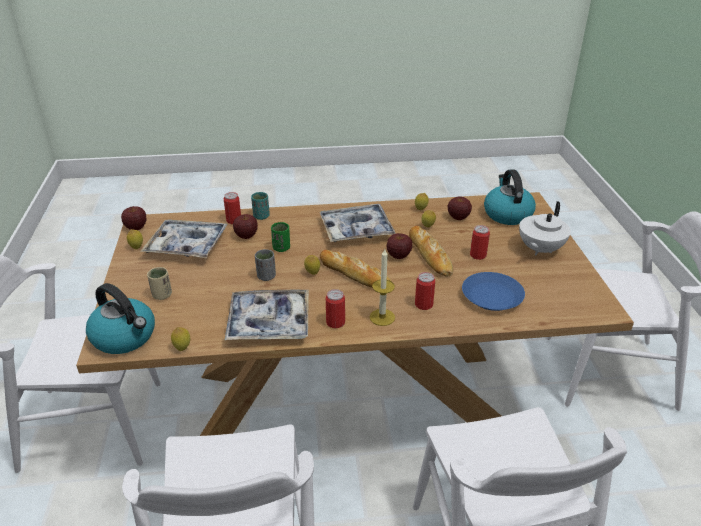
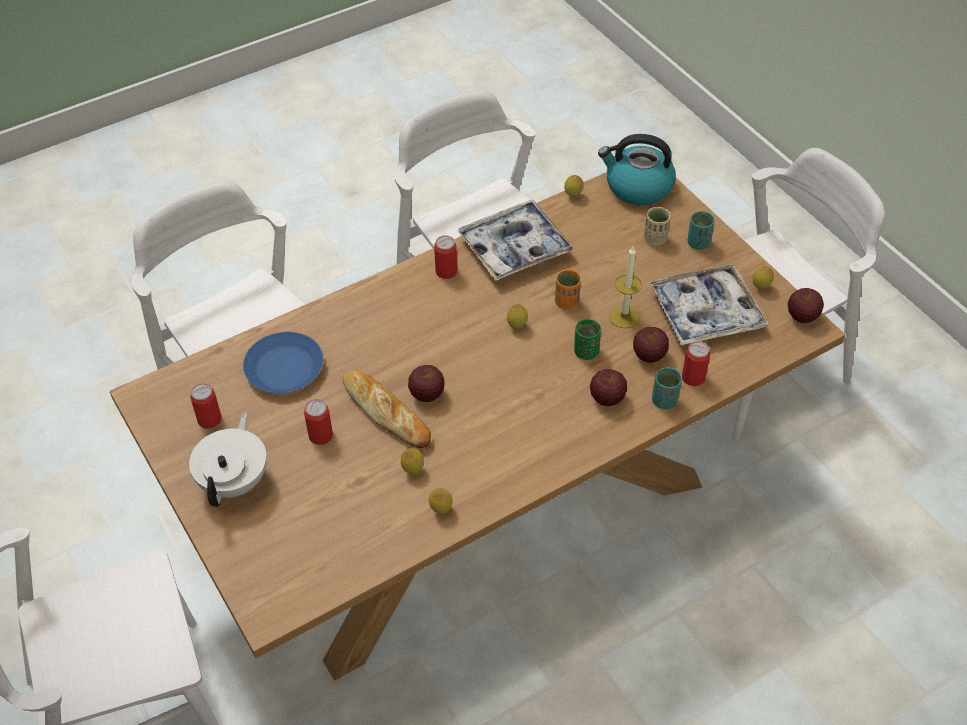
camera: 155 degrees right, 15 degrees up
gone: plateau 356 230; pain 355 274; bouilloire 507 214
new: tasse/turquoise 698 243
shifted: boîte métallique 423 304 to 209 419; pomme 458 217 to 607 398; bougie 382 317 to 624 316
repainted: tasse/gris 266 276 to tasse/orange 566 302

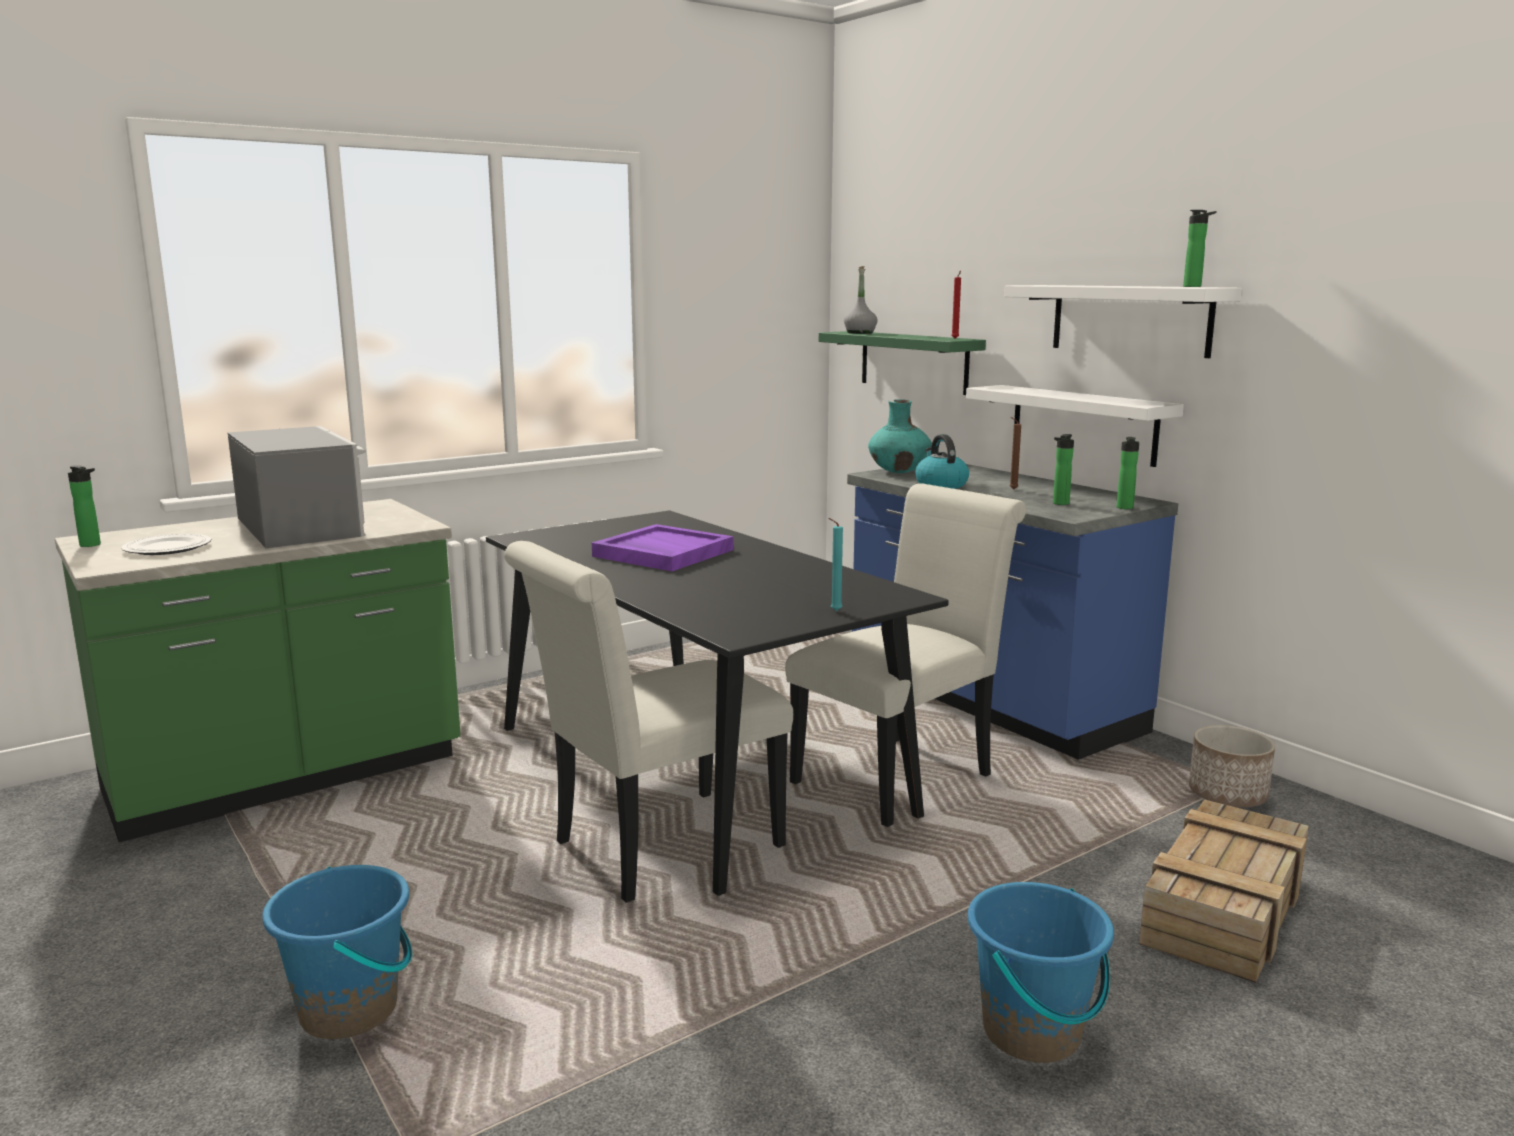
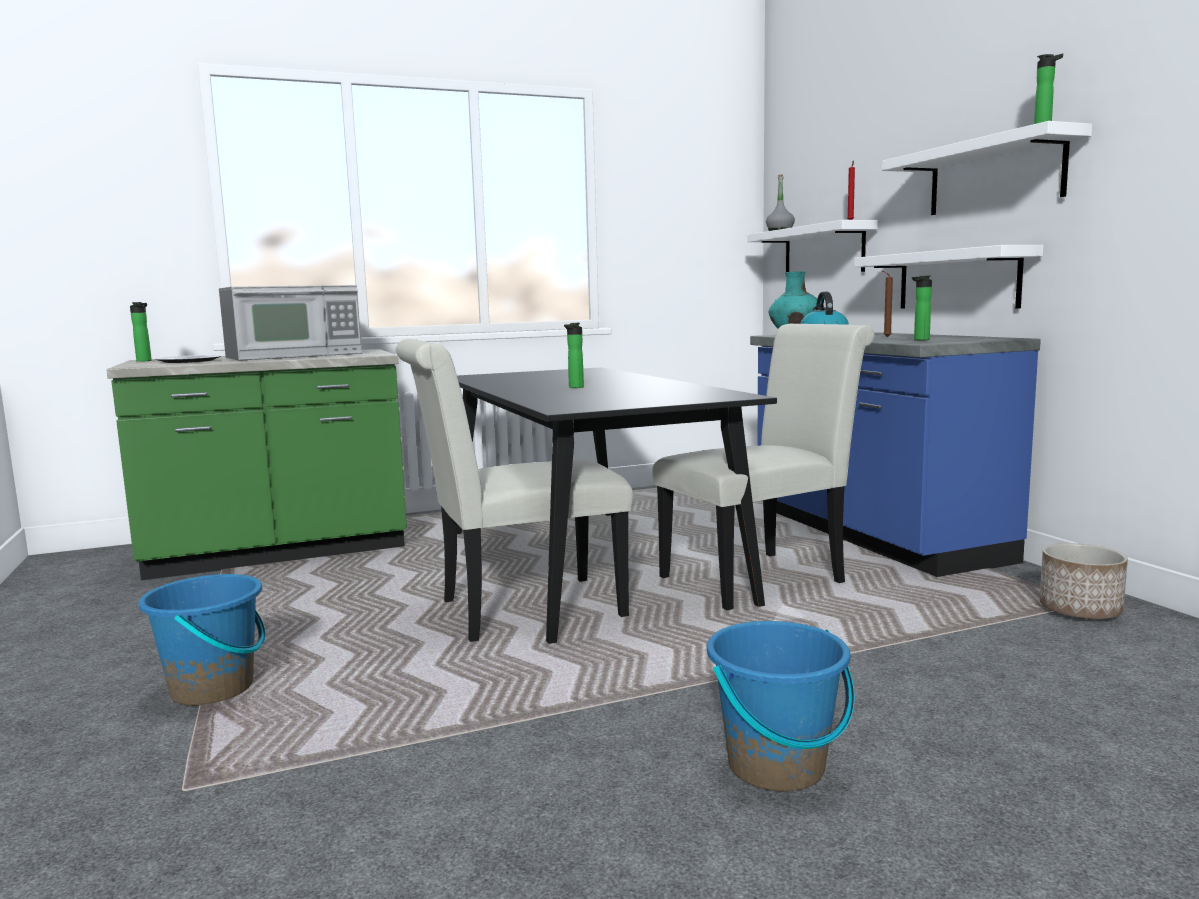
camera: 15 degrees right, 5 degrees down
gone: plateau/violet 662 553; bougie/turquoise 834 611; caisse 1224 911
shifted: bouteille 1125 508 to 575 387
repainted: étagère/vert 913 362 to étagère/blanc 823 251
rotated: micro-ondes 302 526 = 295 355 75 degrees clockwise

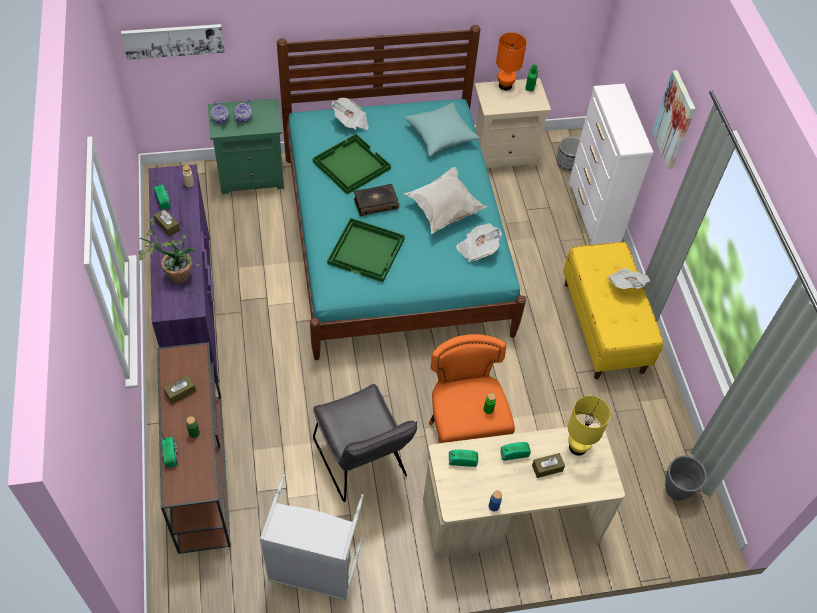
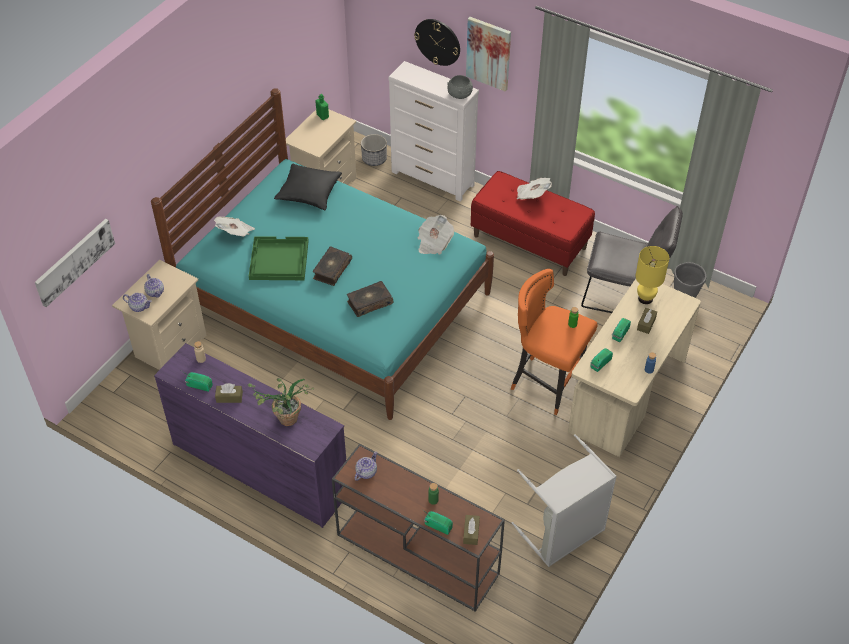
camera: 45 degrees left, 5 degrees down
gone: coussin/blanc 443 211; lampe de table/orange 505 85
new: théière 366 472; horloge murale 438 42; bol/gris 459 95
shifted: boîte à mouchoirs/marron 180 392 to 471 532; chaise/gris 362 463 to 624 294
swapped: plateau/vert 367 251 to livre 369 302
repainted: table de chevet/vert 252 175 to table de chevet/beige 169 347; coussin/turquoise 440 135 to coussin/noir 309 193; banc/jaune 603 327 to banc/rouge 530 242

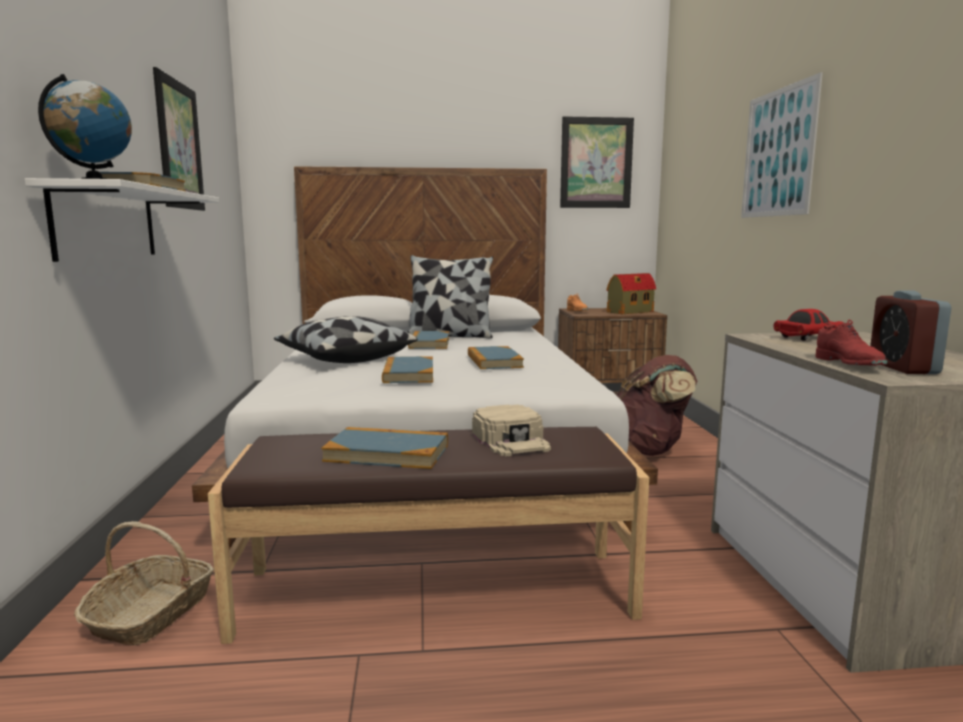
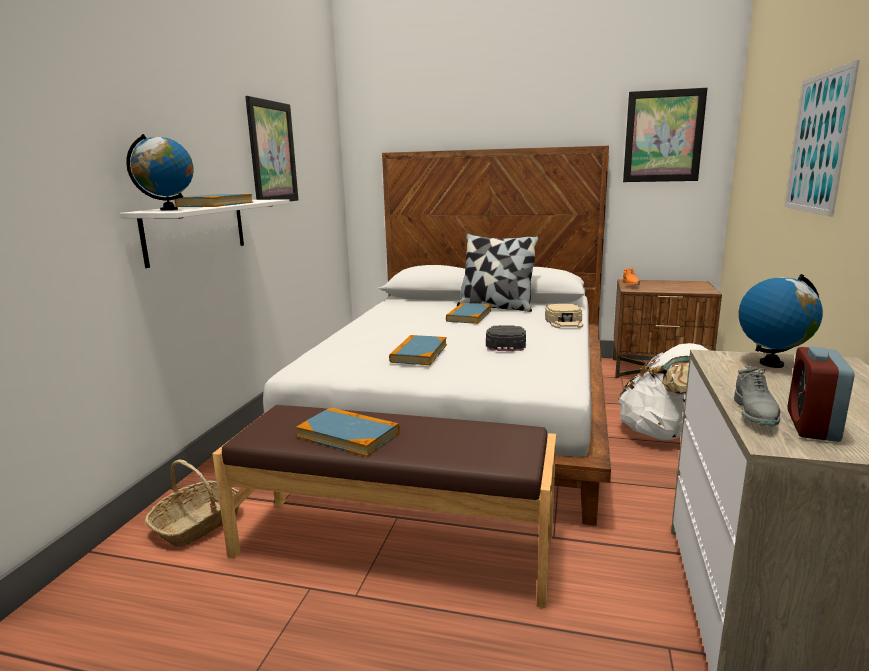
camera: 20 degrees right, 5 degrees up
gone: coussin 344 359; maison miniature 629 312
shifted: casquette/beige 511 440 to 564 321
swapped: livre 494 361 to casquette/noir 505 343; petite voiture/rouge 807 338 to globe 771 363
repainted: sac à dos/marron 647 450 to sac à dos/blanc 663 433; chaussure/rouge 849 365 to chaussure/gris 755 414

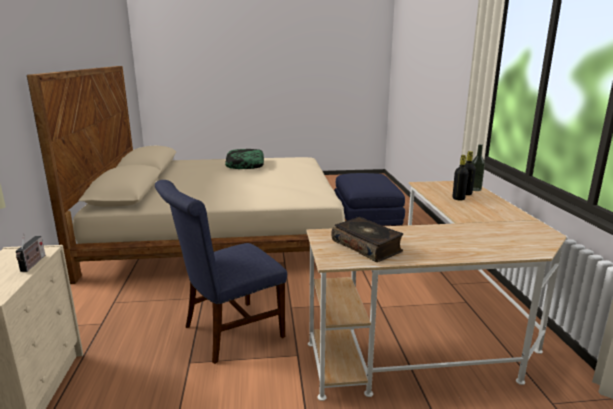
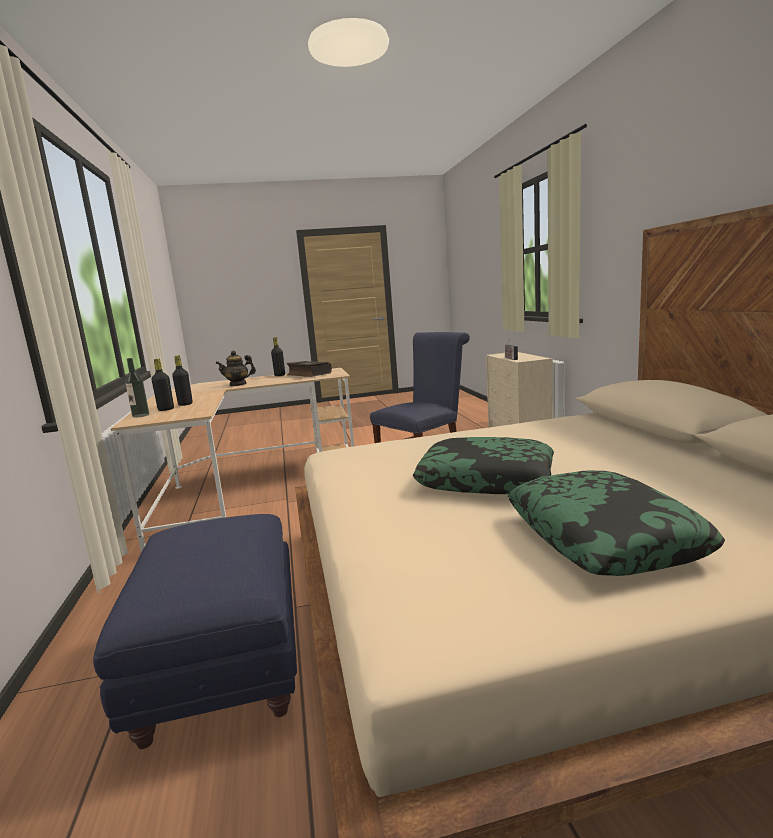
camera: 175 degrees right, 5 degrees down
new: théière 238 384; bouteille/noir 280 375; coussin 485 480

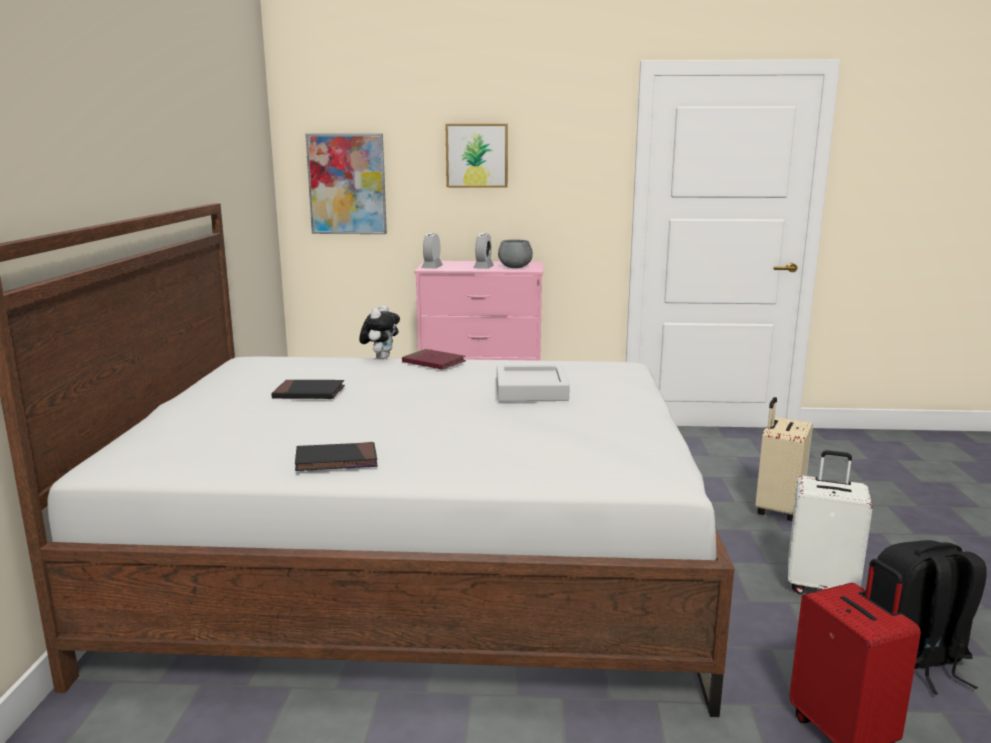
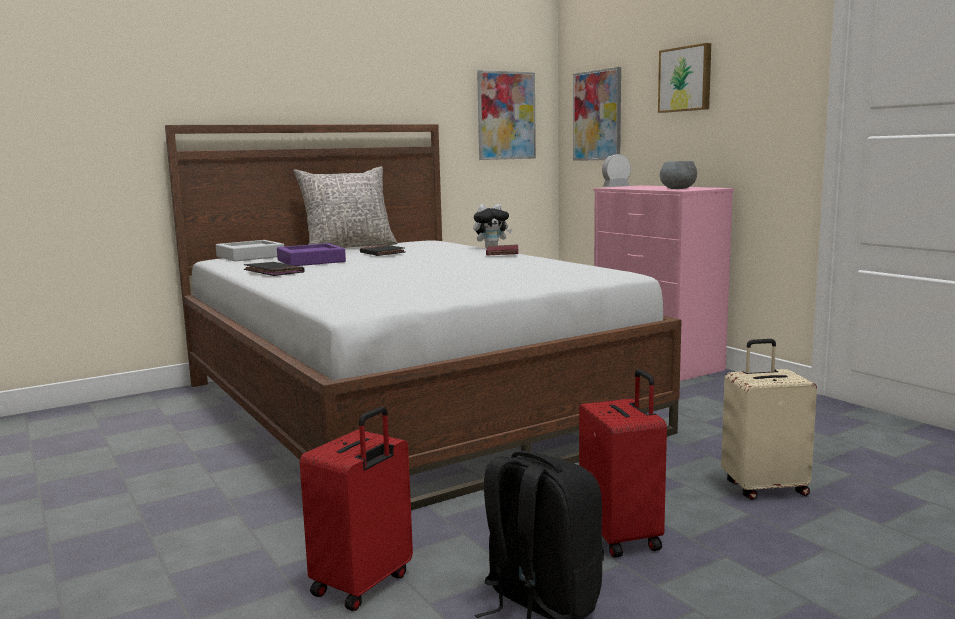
camera: 55 degrees right, 5 degrees down
gone: réveil 483 267
new: plateau/violet 311 261; coussin/gris 348 248; tableau 506 115
shifted: plateau/gris 531 390 to 250 256
repainted: valise/blanc 822 586 to valise/rouge 622 536

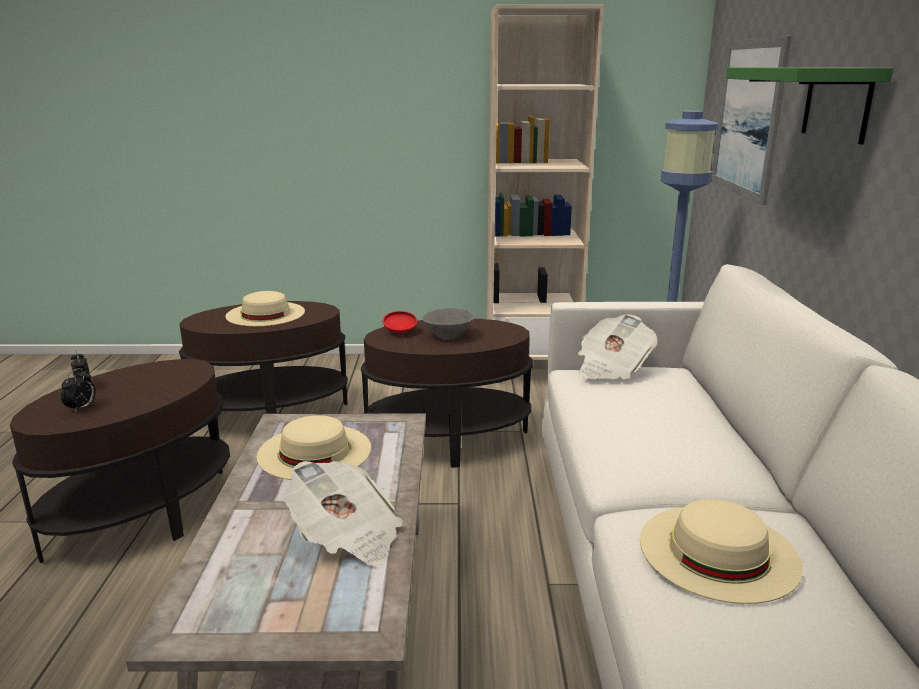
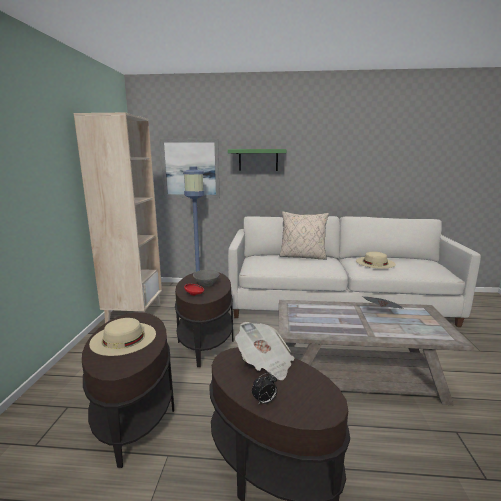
camera: 85 degrees left, 5 degrees down
gone: réveil 82 408; chapeau/beige 314 451
new: coussin/beige 302 256
shifted: journal 611 368 to 265 363

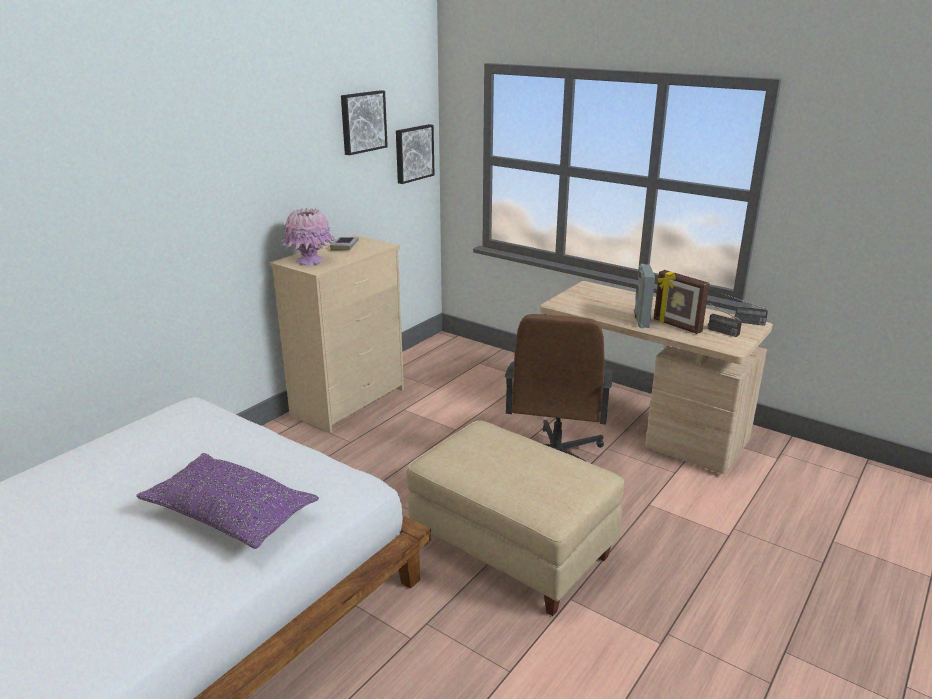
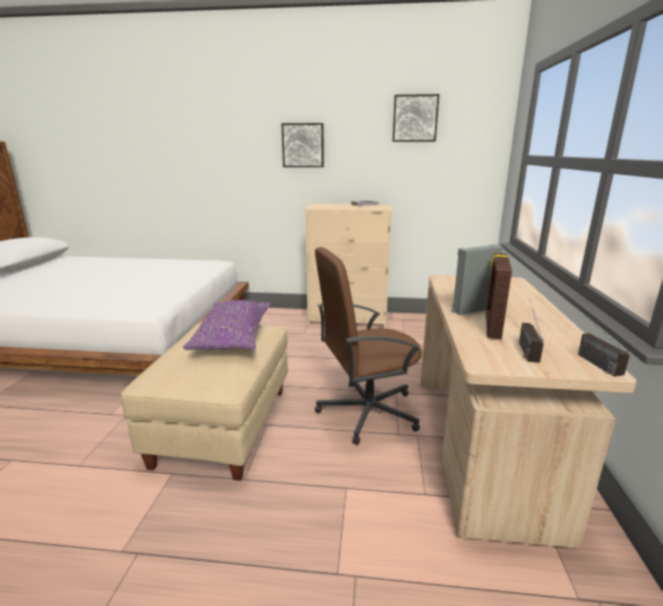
camera: 60 degrees right, 5 degrees down
gone: vase/rose 310 261
shifted: coussin/violet 230 514 to 233 337; tableau 413 153 to 303 145

